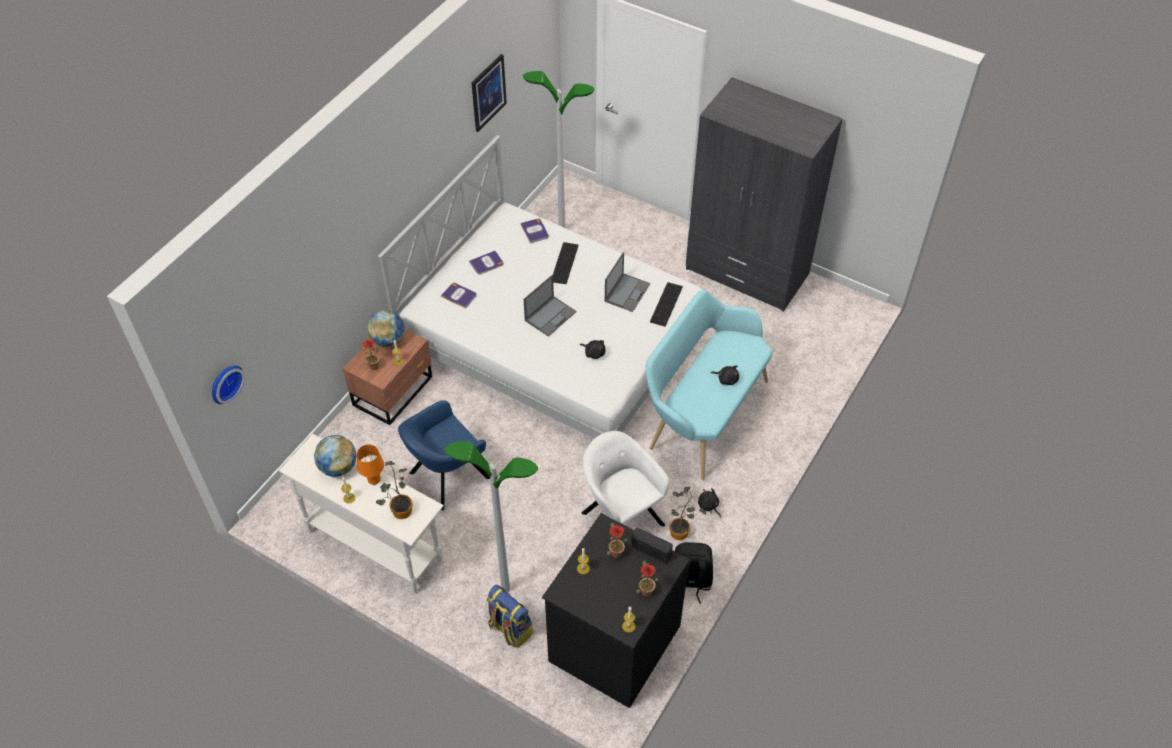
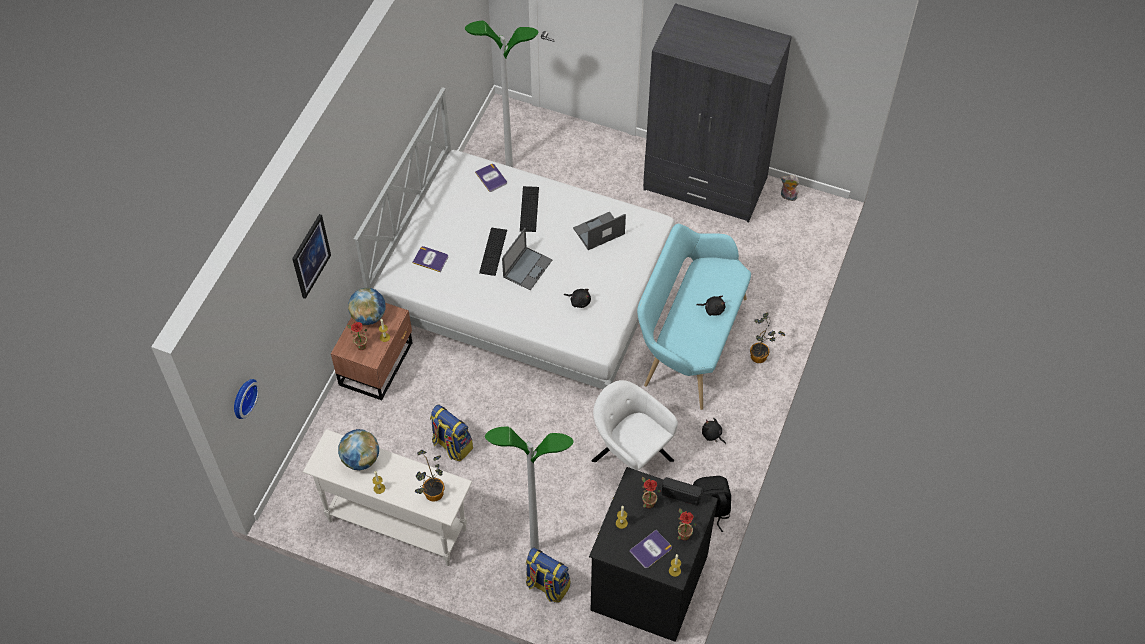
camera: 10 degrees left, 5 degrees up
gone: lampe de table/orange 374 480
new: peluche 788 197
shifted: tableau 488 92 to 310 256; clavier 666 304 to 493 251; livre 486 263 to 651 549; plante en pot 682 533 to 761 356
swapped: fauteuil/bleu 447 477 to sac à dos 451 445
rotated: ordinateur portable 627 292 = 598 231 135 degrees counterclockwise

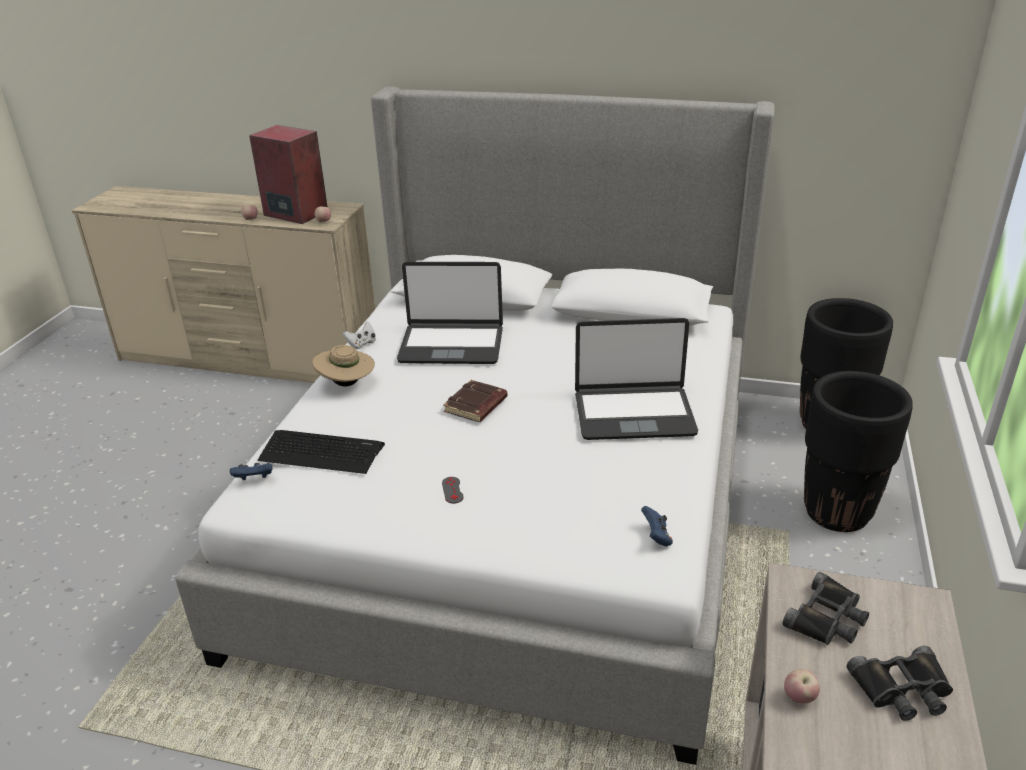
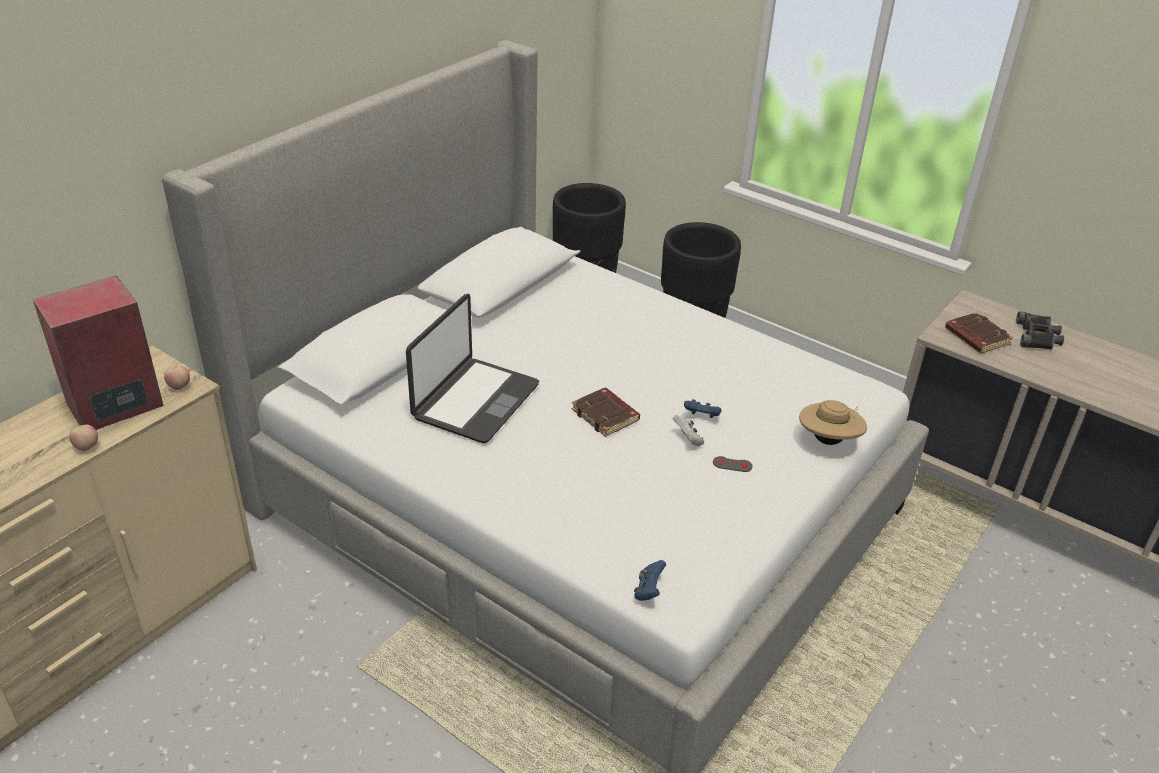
camera: 70 degrees left, 5 degrees up
gone: clavier 321 452; ordinateur portable 634 414; pomme 799 698
shifted: manette/blanc 361 344 to 688 439; manette/bleu 656 537 to 702 416; chapeau/beige 347 384 to 828 440
swapped: jumelles/noir 827 618 to livre/marron 975 337

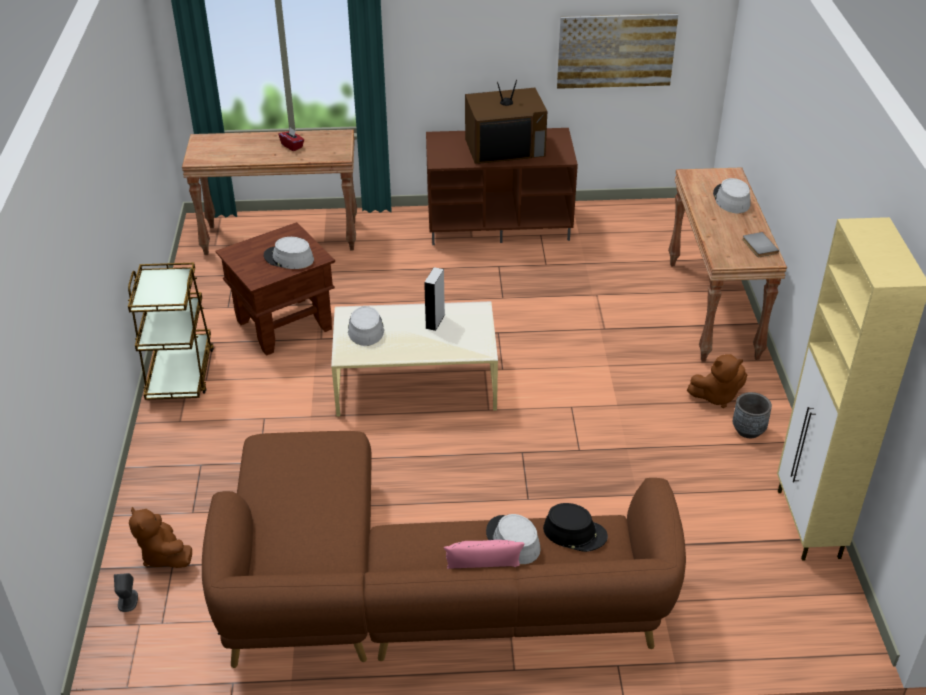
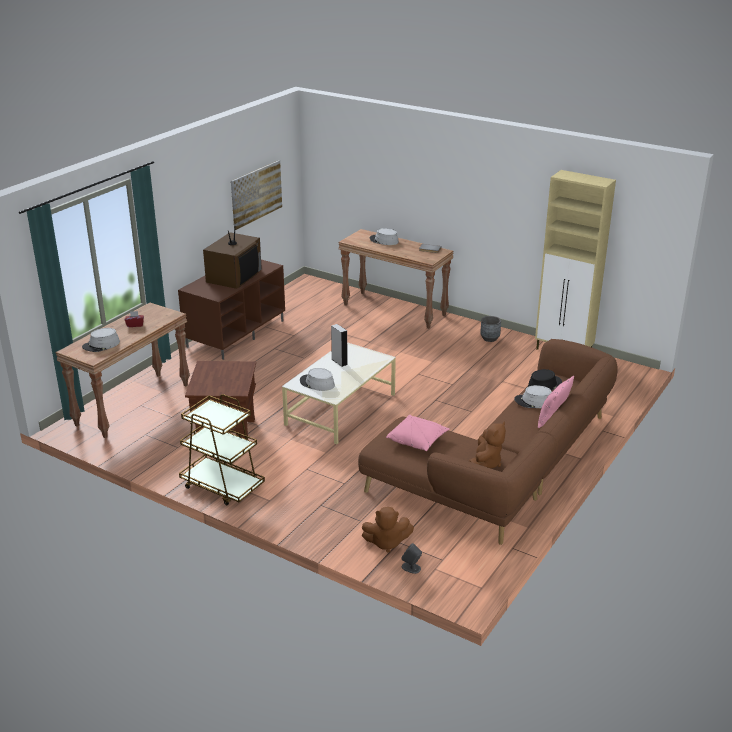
camera: 55 degrees left, 10 degrees down
new: coussin/rose 417 440
shifted: chapeau/gris 288 258 to 101 345; peluche/marron 716 396 to 485 463

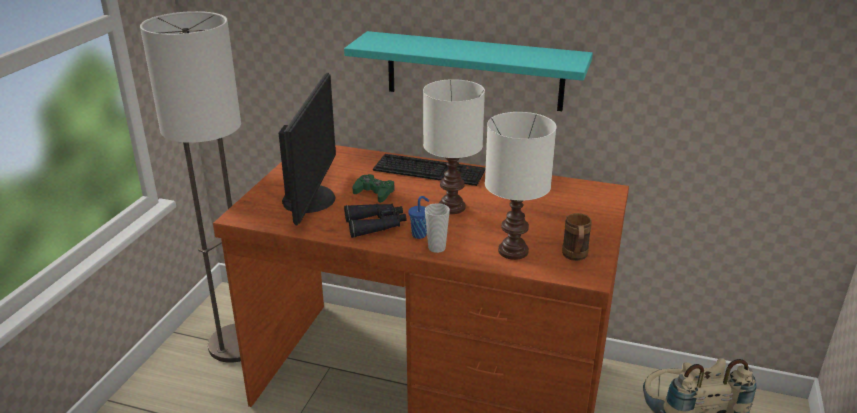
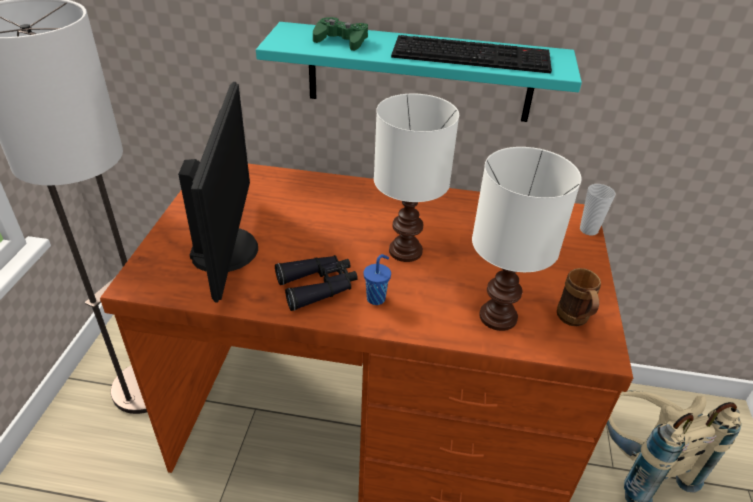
camera: 10 degrees left, 10 degrees up
shifted: manette/vert 374 193 to 341 41; clavier 430 170 to 473 55; tasse 437 248 to 588 230

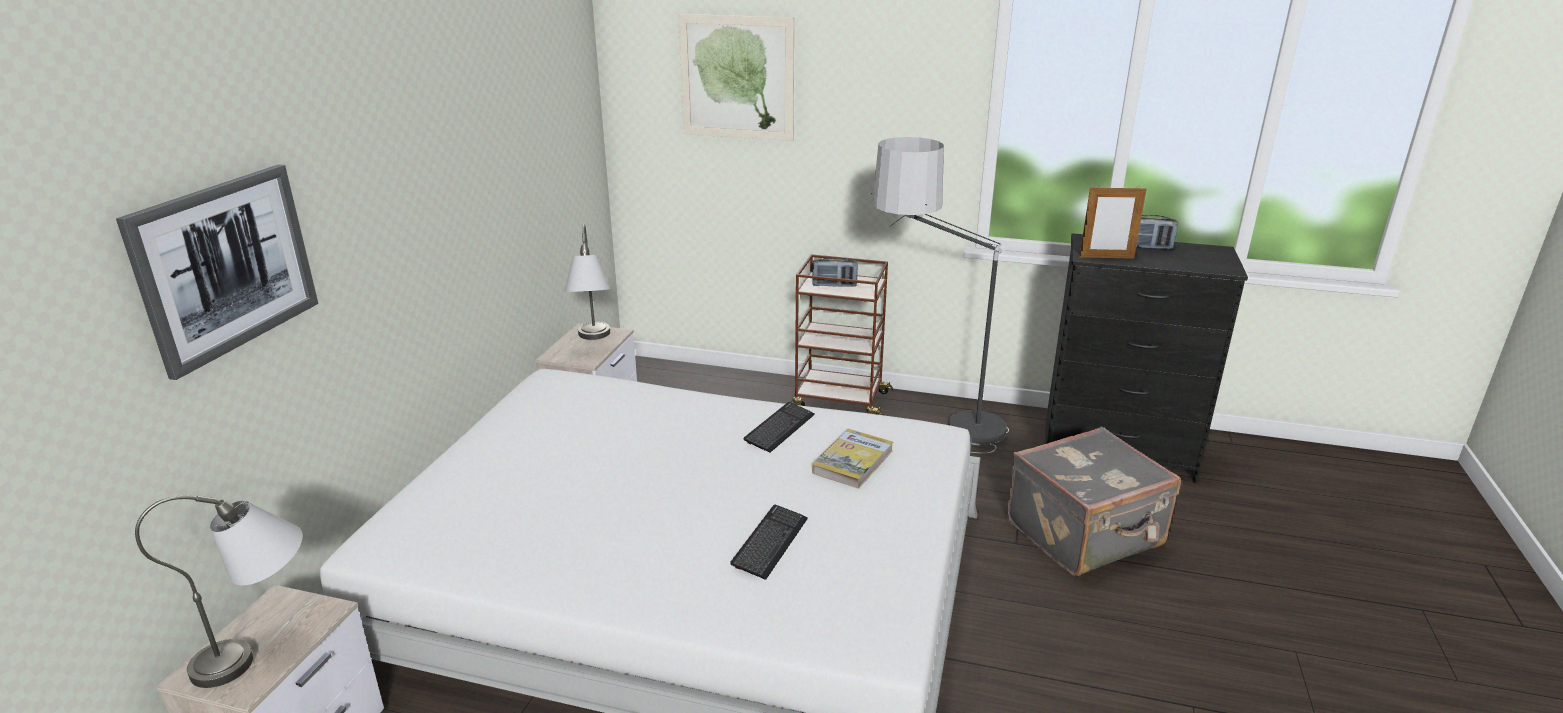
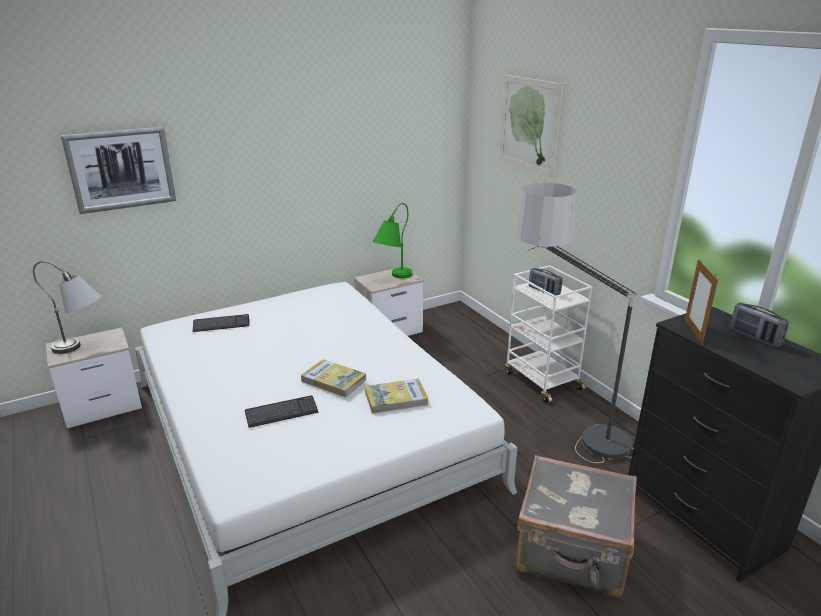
camera: 45 degrees right, 0 degrees up
new: livre 333 380
shifted: clavier 779 428 to 221 324
repainted: lampe de table/gris 593 342 to lampe de table/vert 393 278; chariot/marron 839 401 to chariot/blanc 541 380
rotated: cadre photo 1106 257 = 693 331 45 degrees clockwise

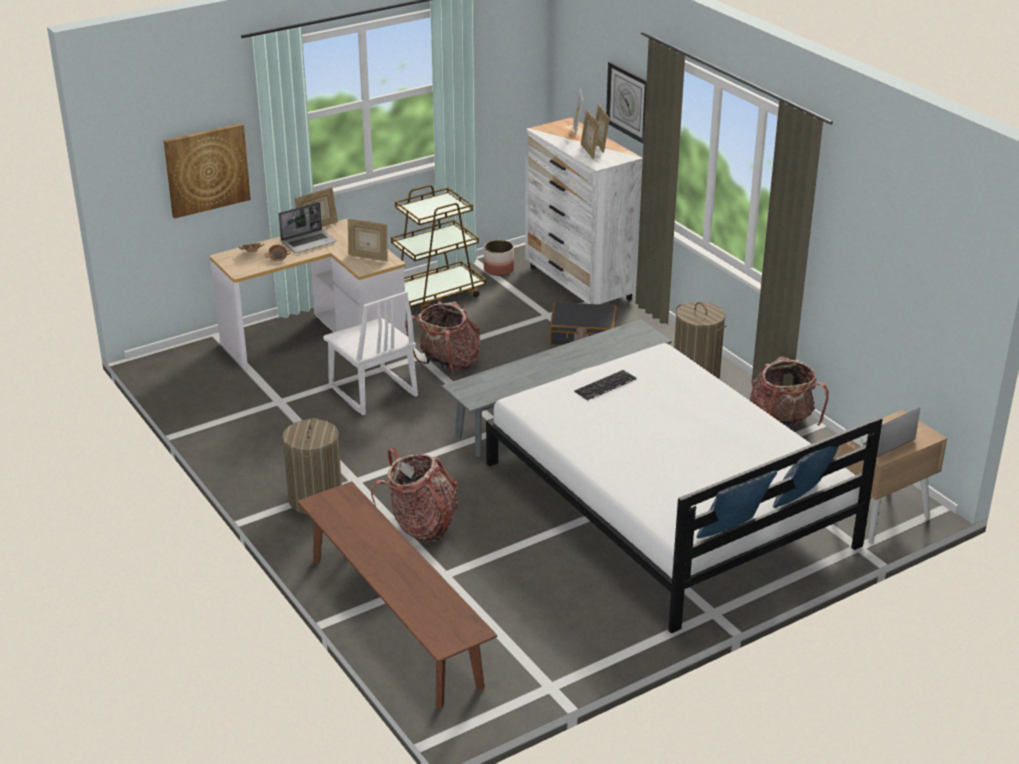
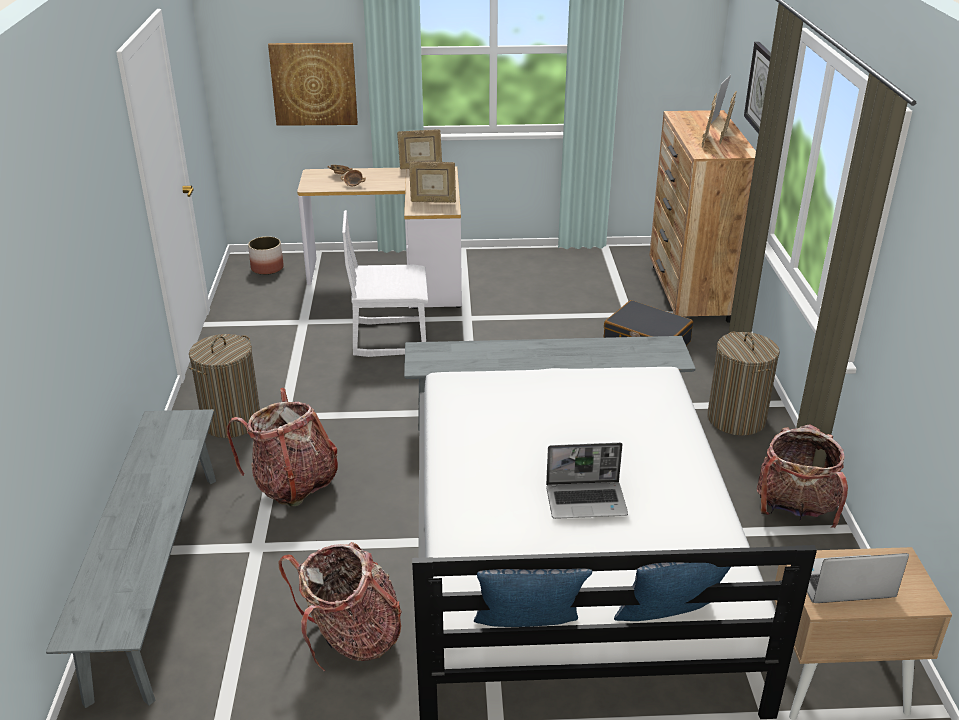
camera: 30 degrees right, 0 degrees up
gone: chariot/marron 436 295; clavier 605 386
shifted: cache-pot 499 269 to 267 268; sac à dos 448 364 to 351 639; ordinateur portable 309 242 to 587 501
repainted: banc/marron 394 620 to banc/gris 157 578; commode/blanc 579 284 to commode/marron 689 293
rotated: chaise/blanc 372 392 = 390 337 90 degrees clockwise; cadre photo 368 257 = 433 201 45 degrees counterclockwise

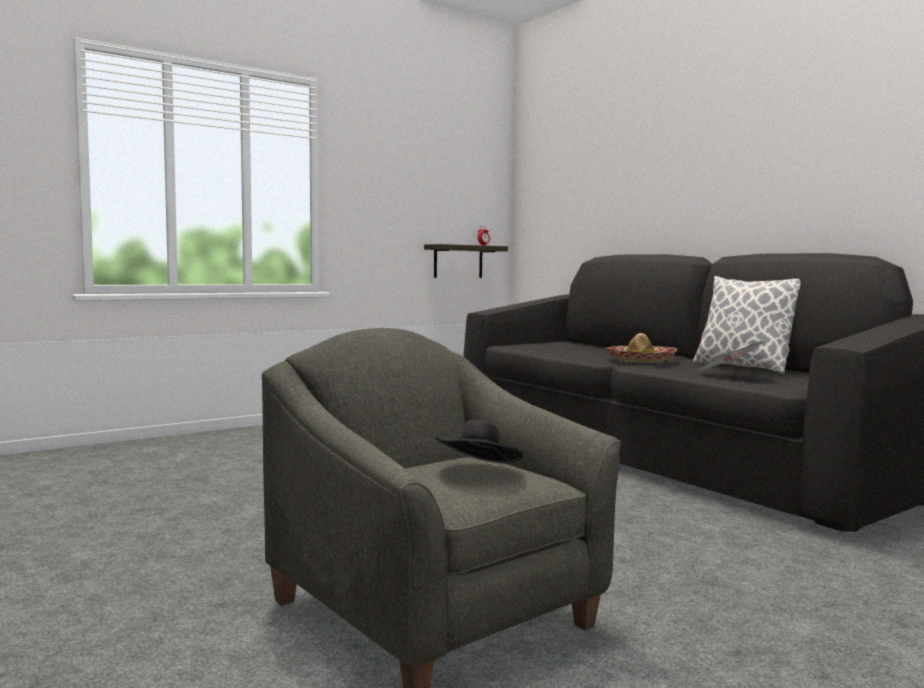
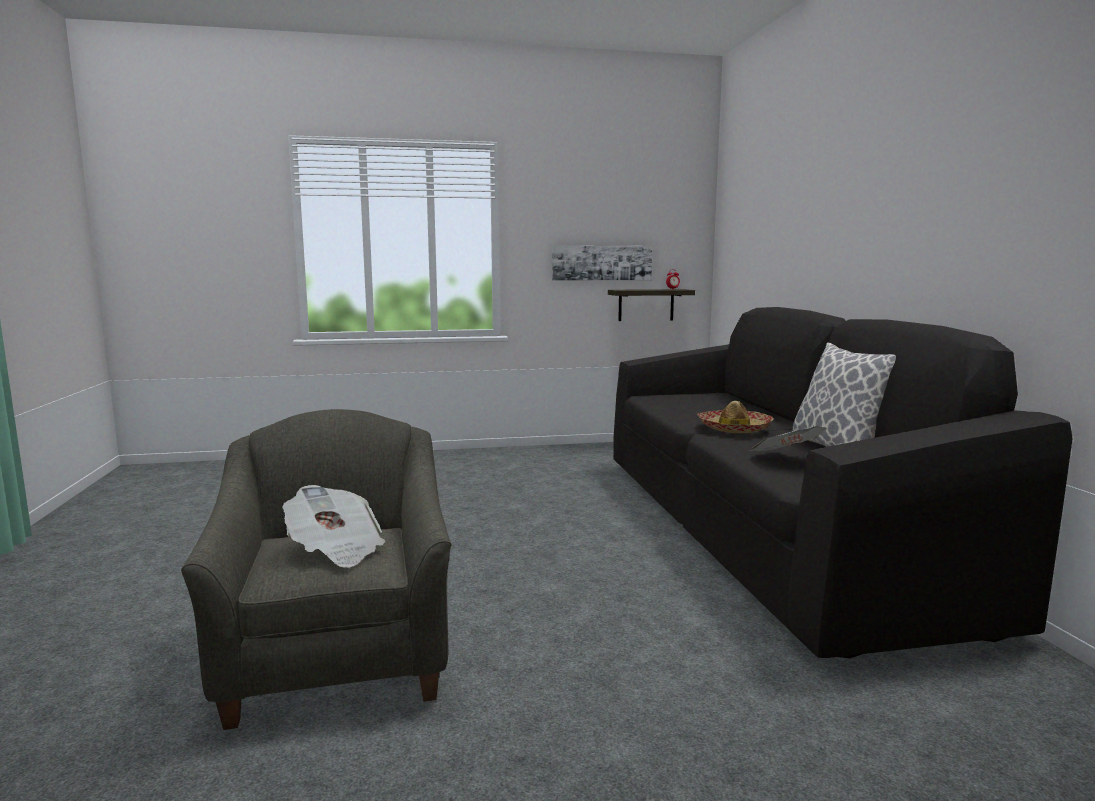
camera: 25 degrees right, 5 degrees up
new: tableau 601 263
swapped: chapeau/noir 478 471 to journal 336 550

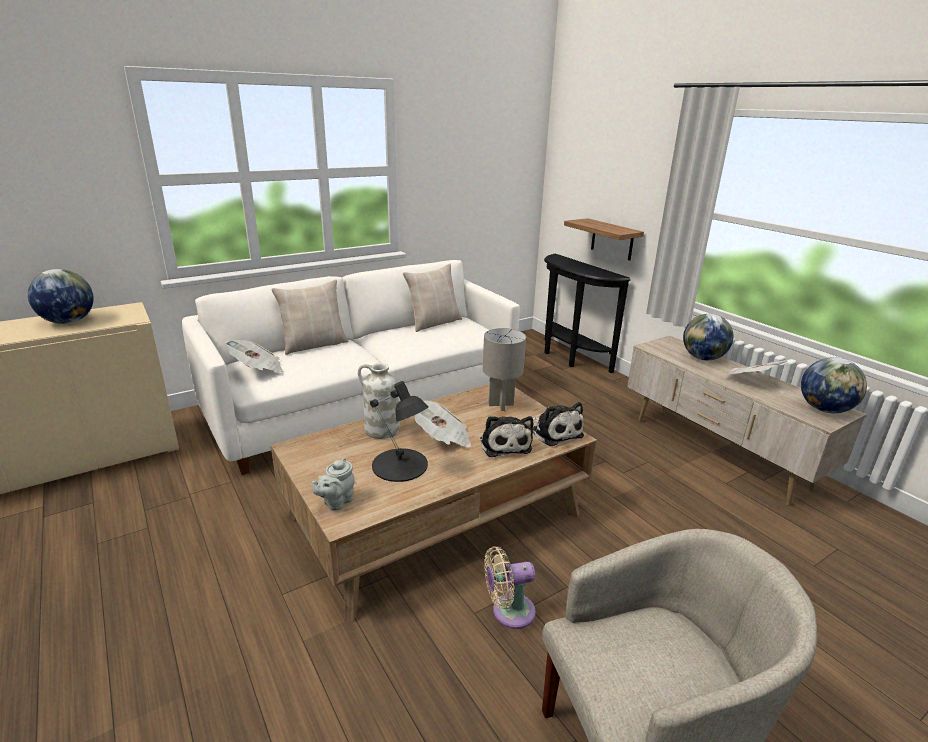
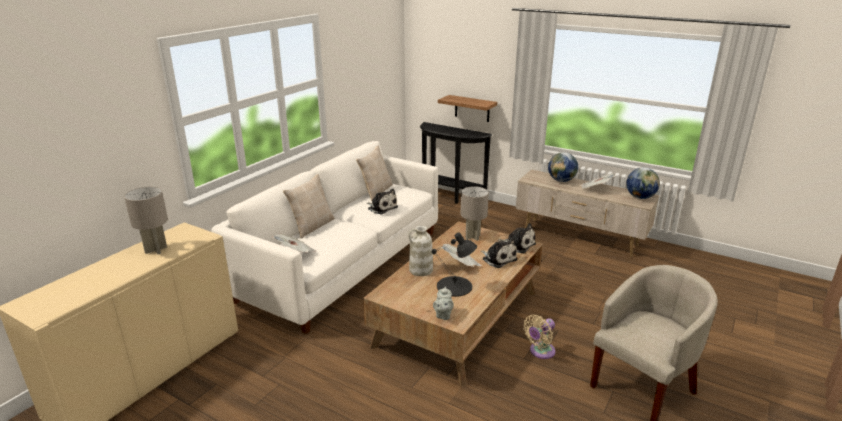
camera: 25 degrees left, 0 degrees up
new: peluche 381 208
swapped: globe 68 322 to lampe de table/gris 155 250

